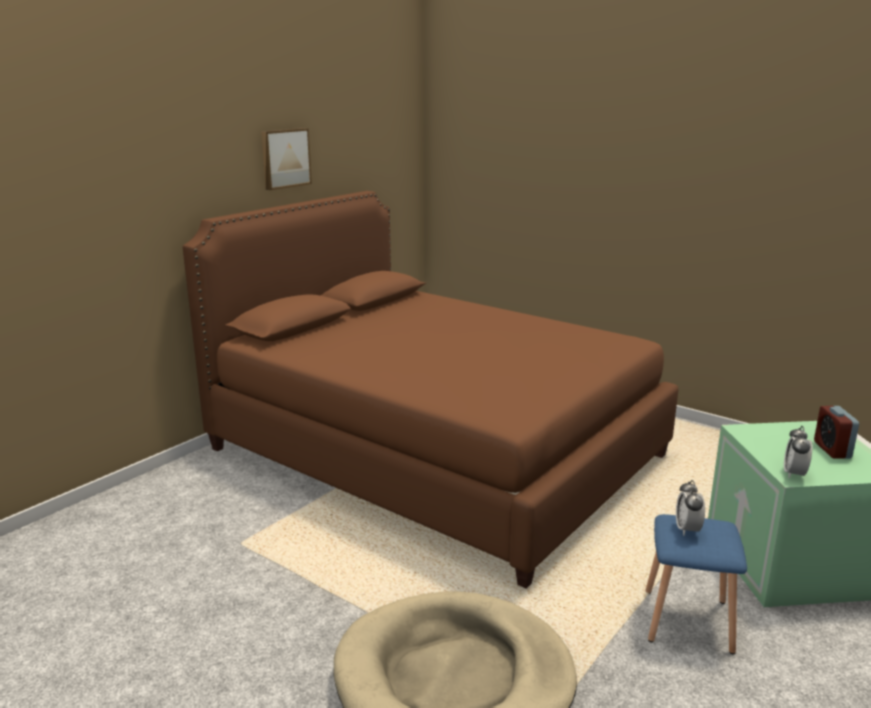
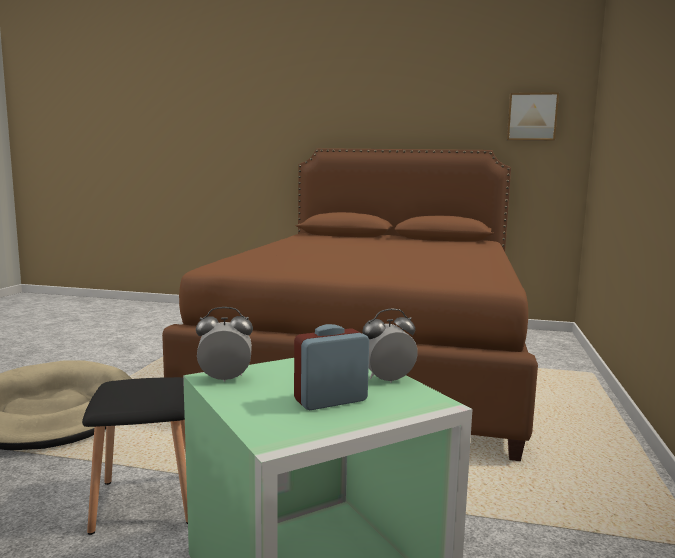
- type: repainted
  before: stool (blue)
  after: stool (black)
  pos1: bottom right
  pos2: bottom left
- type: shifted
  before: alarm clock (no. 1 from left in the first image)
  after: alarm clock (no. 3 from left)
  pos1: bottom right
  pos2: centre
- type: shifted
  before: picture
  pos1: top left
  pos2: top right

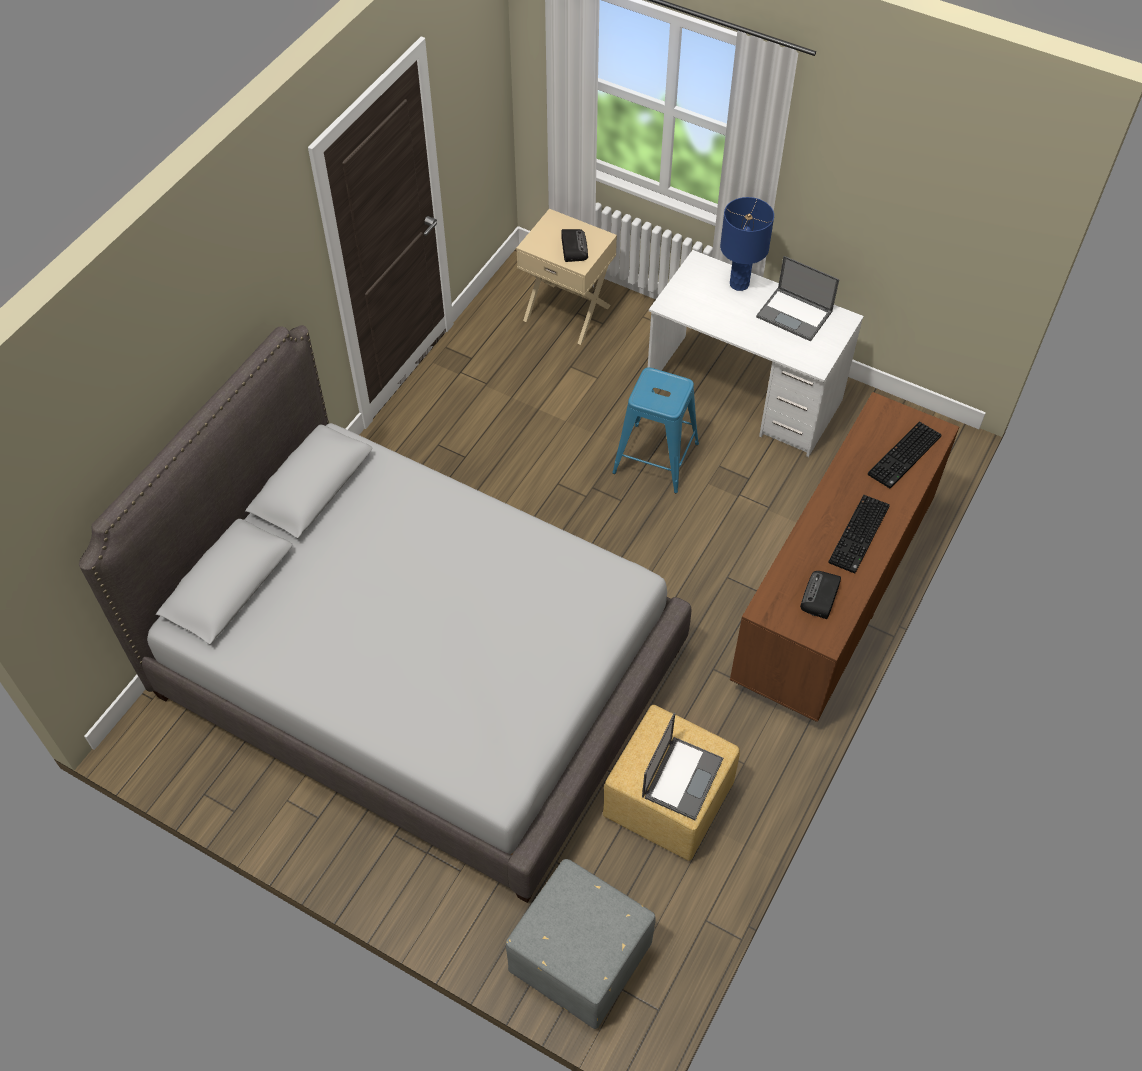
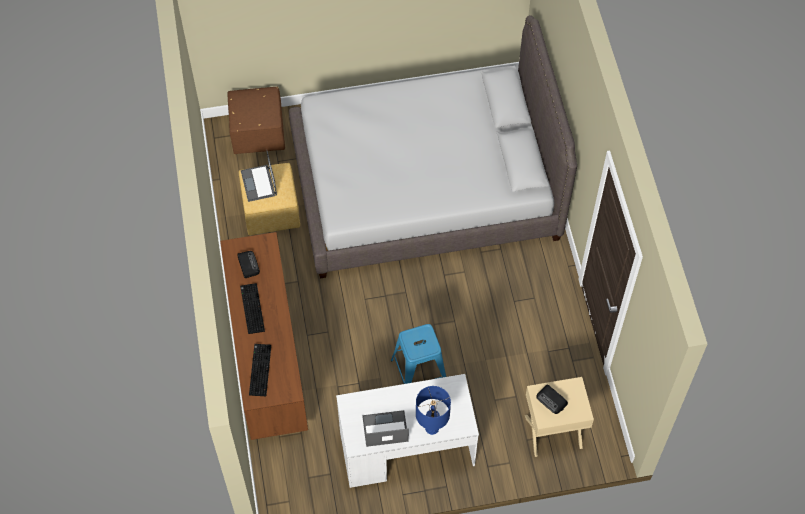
- type: repainted
  before: ottoman (grey)
  after: ottoman (brown)
  pos1: bottom centre
  pos2: top left

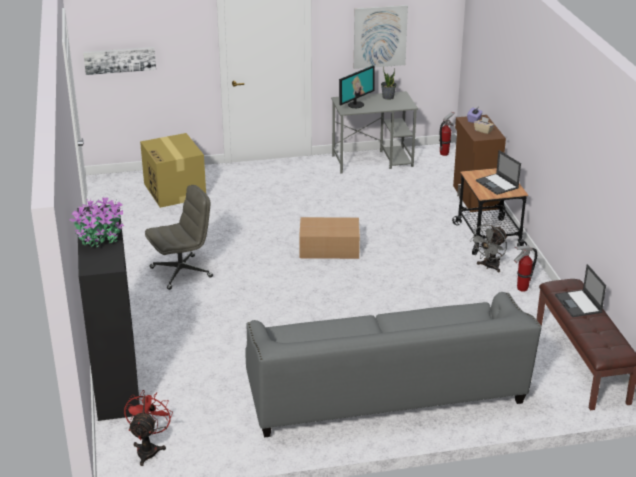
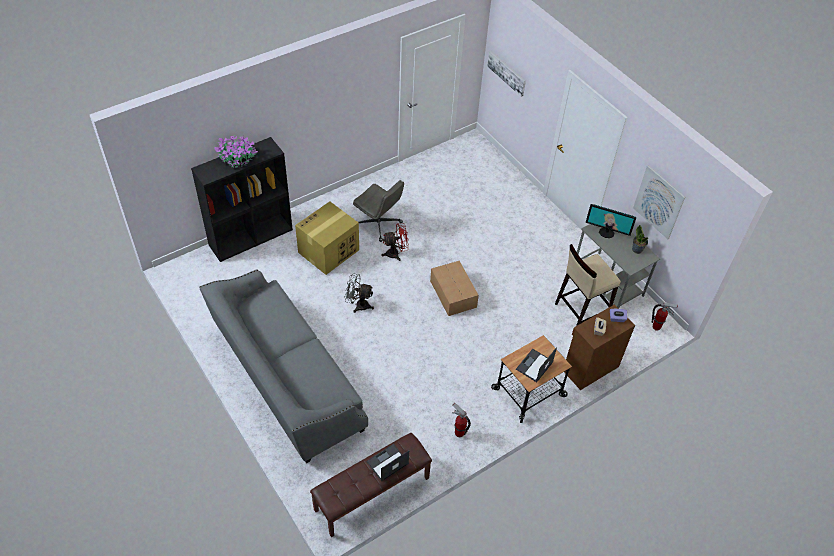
- type: shifted
  before: cardboard box (no. 1 from left)
  pos1: middle left
  pos2: centre
- type: shifted
  before: fan (grey)
  pos1: middle right
  pos2: centre
- type: shifted
  before: fan (red)
  pos1: bottom left
  pos2: centre
- type: new
  after: stool (beige)
  pos2: middle right

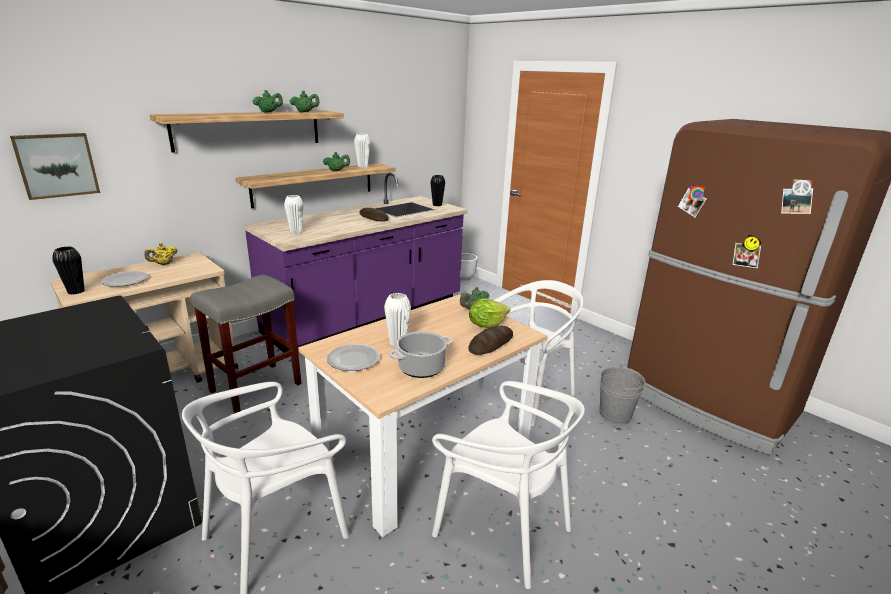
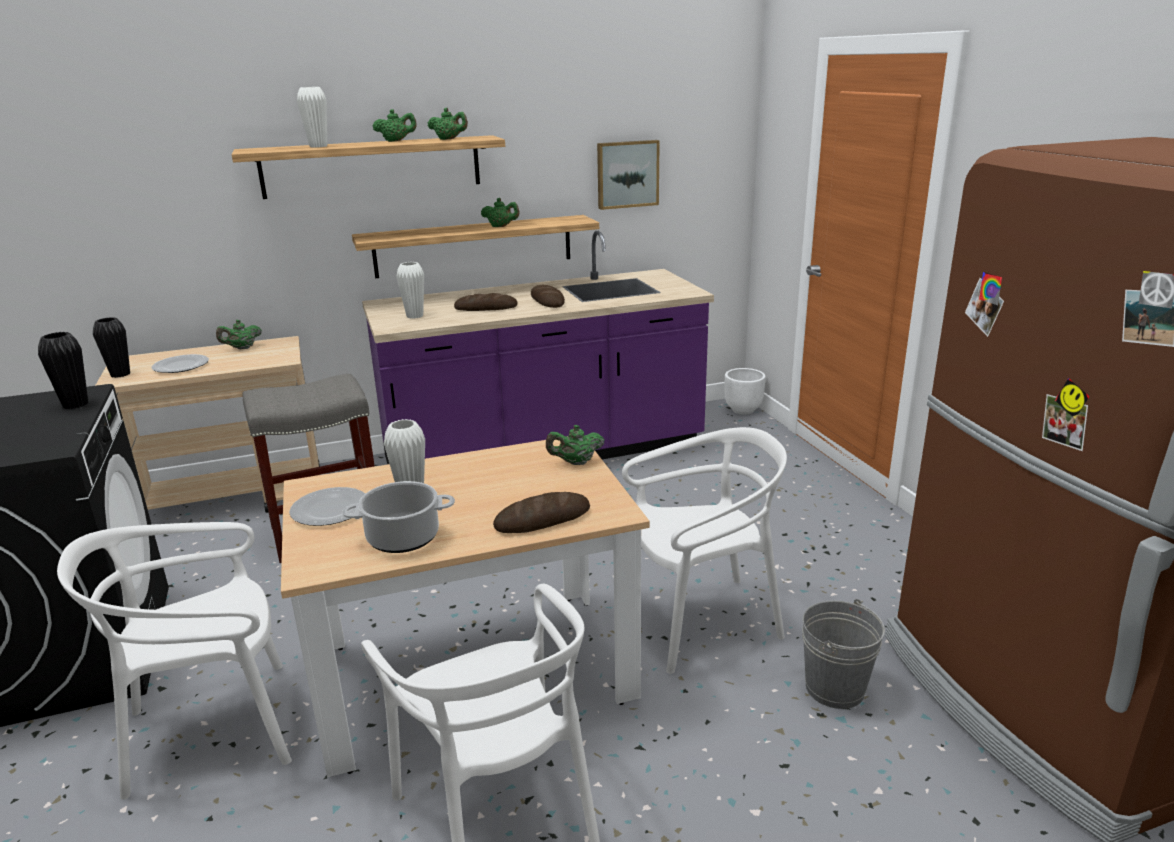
- type: shifted
  before: vase (black) (no. 2 from left in the first image)
  after: vase (black) (no. 1 from left)
  pos1: top centre
  pos2: middle left
- type: repainted
  before: teapot (yellow)
  after: teapot (green) (no. 1 from left)
  pos1: middle left
  pos2: middle left
- type: shifted
  before: vase (white) (no. 2 from left in the first image)
  after: vase (white) (no. 1 from left)
  pos1: top centre
  pos2: top left
- type: new
  after: bread (no. 1 from left)
  pos2: centre
- type: shifted
  before: picture
  pos1: top left
  pos2: top centre
- type: gone
  before: lettuce
  pos1: centre

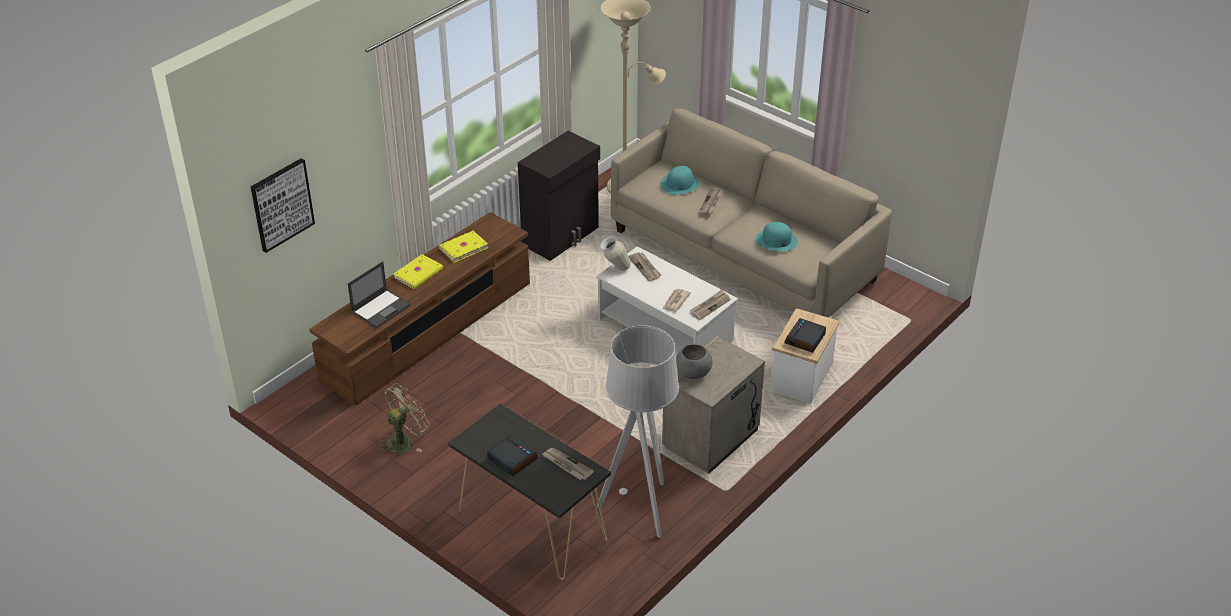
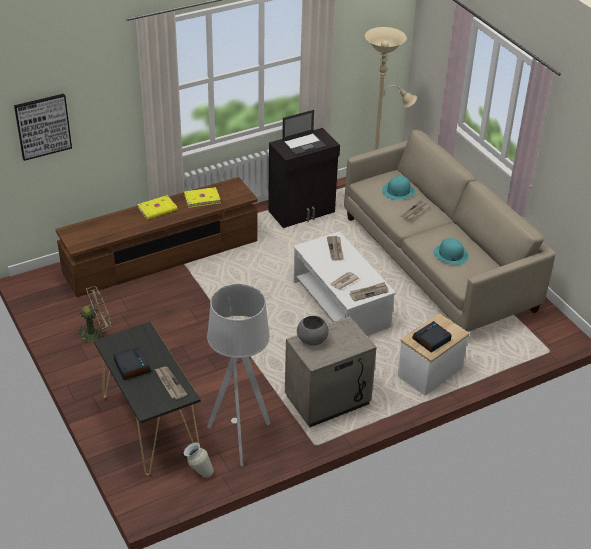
- type: shifted
  before: vase
  pos1: centre
  pos2: bottom centre
- type: shifted
  before: laptop
  pos1: middle left
  pos2: top centre

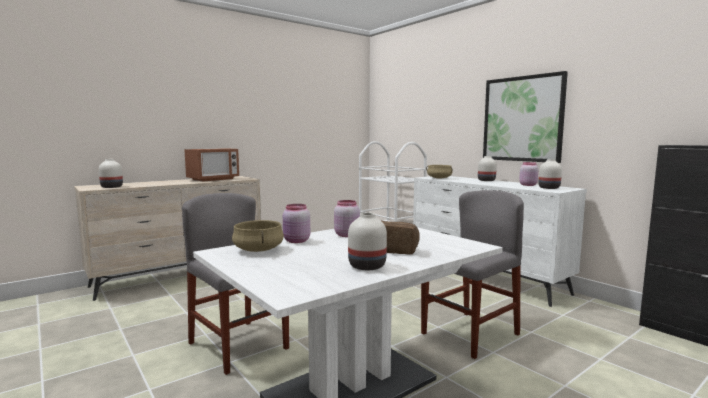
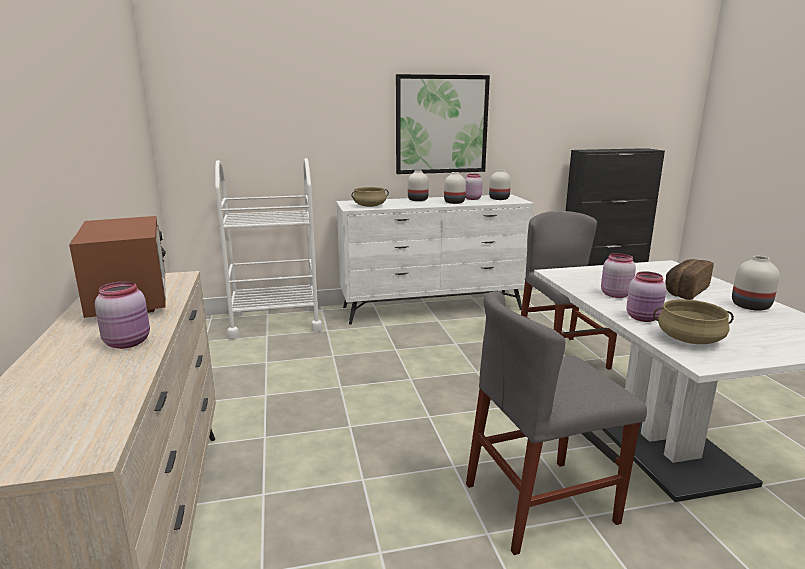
- type: new
  after: jar (pink) (no. 1 from left)
  pos2: middle left
- type: shifted
  before: vase (white) (no. 1 from left in the first image)
  after: vase (white) (no. 2 from left)
  pos1: middle left
  pos2: top centre

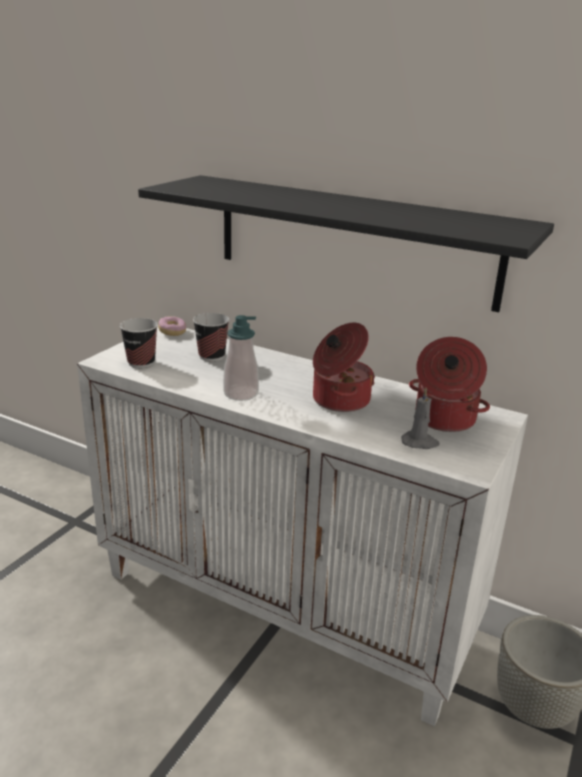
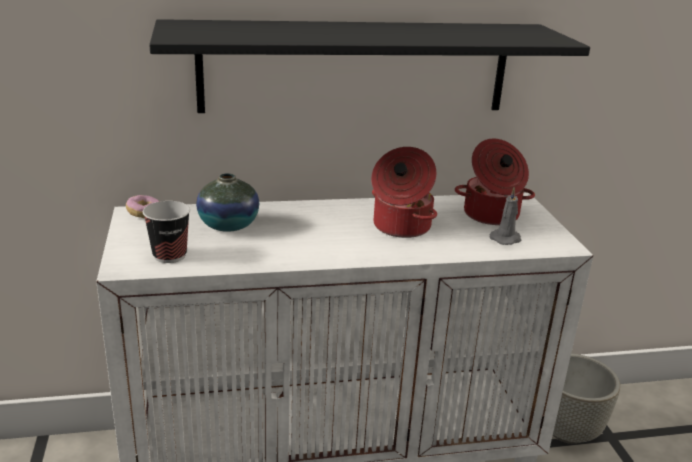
- type: swapped
  before: cup (no. 2 from left)
  after: vase
  pos1: centre
  pos2: middle left
- type: gone
  before: soap dispenser
  pos1: centre

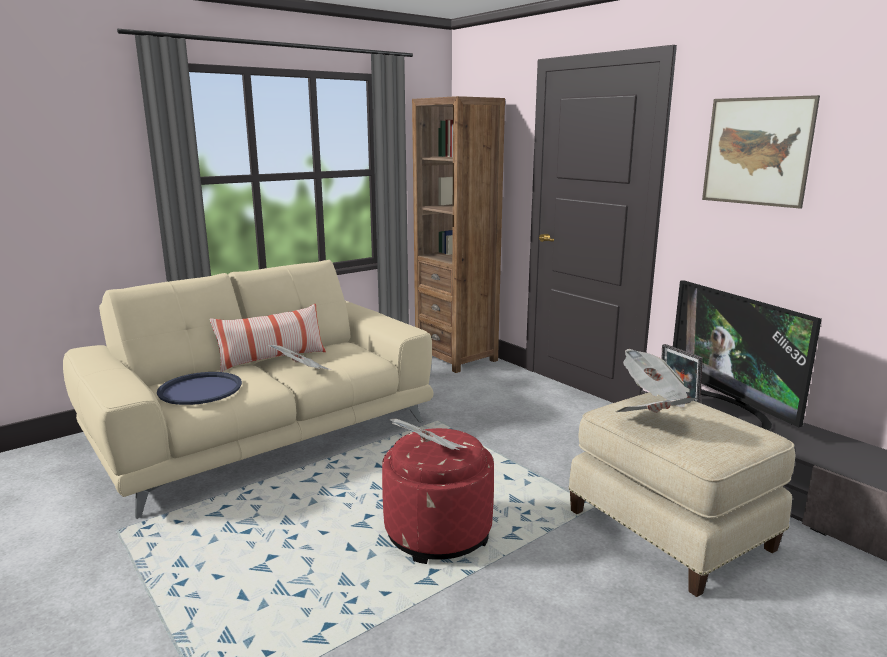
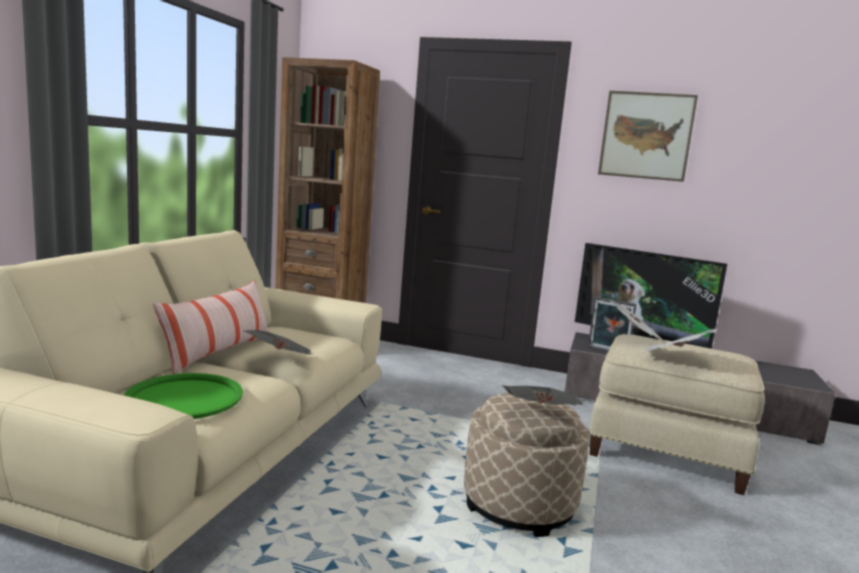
- type: repainted
  before: tray (blue)
  after: tray (green)
  pos1: middle left
  pos2: bottom left
- type: repainted
  before: ottoman (red)
  after: ottoman (beige) (no. 1 from left)
  pos1: bottom centre
  pos2: bottom centre

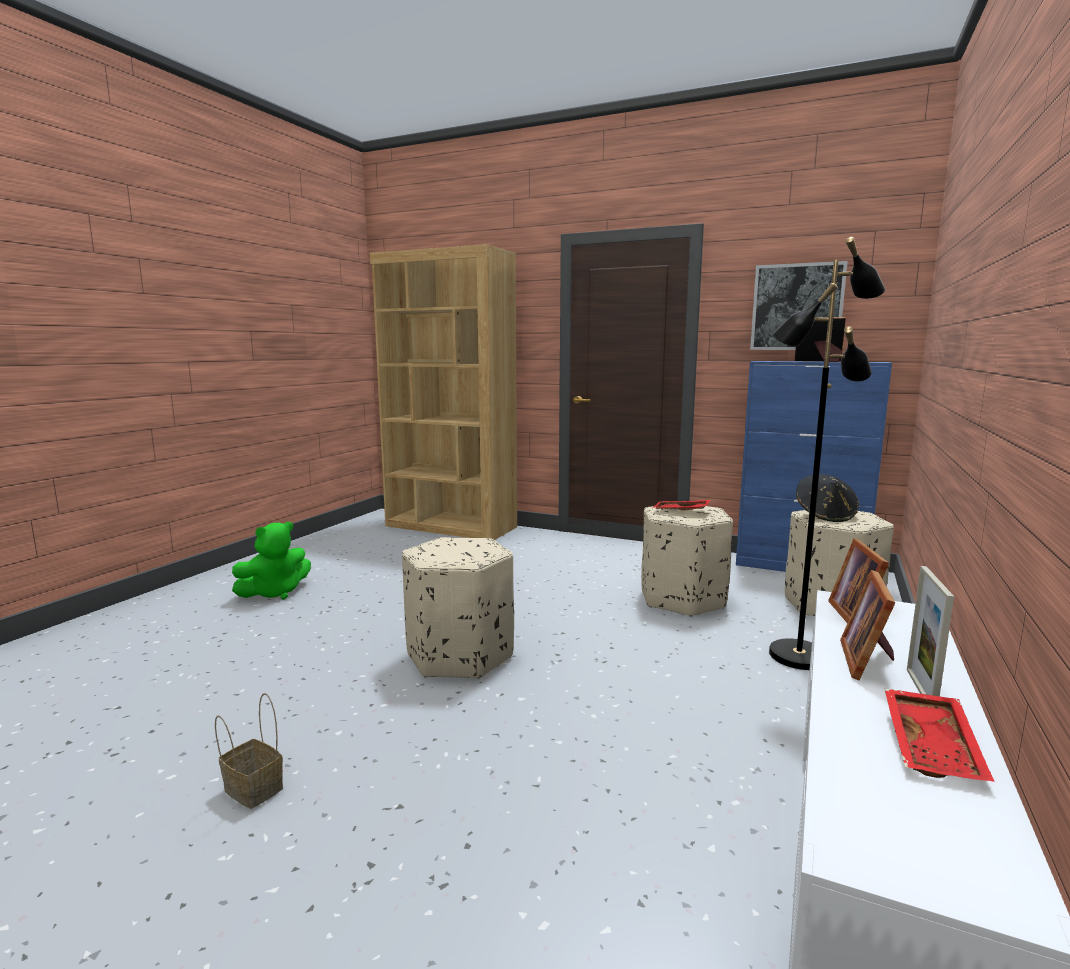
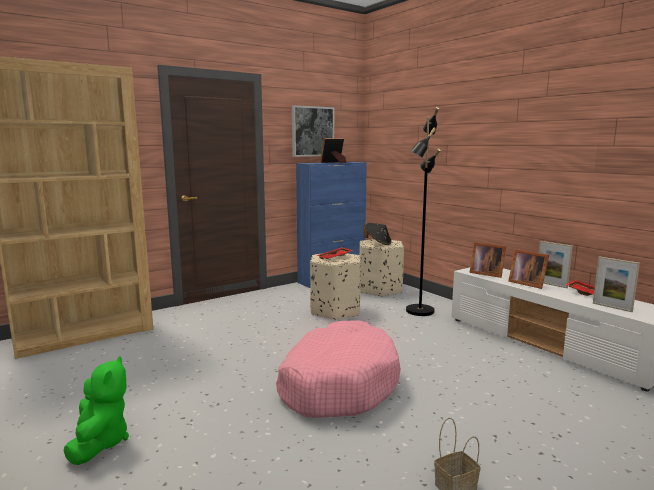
- type: swapped
  before: ottoman (beige) (no. 1 from left)
  after: dog bed (pink)
  pos1: centre
  pos2: bottom centre
- type: new
  after: picture frame (no. 5 from left)
  pos2: middle right

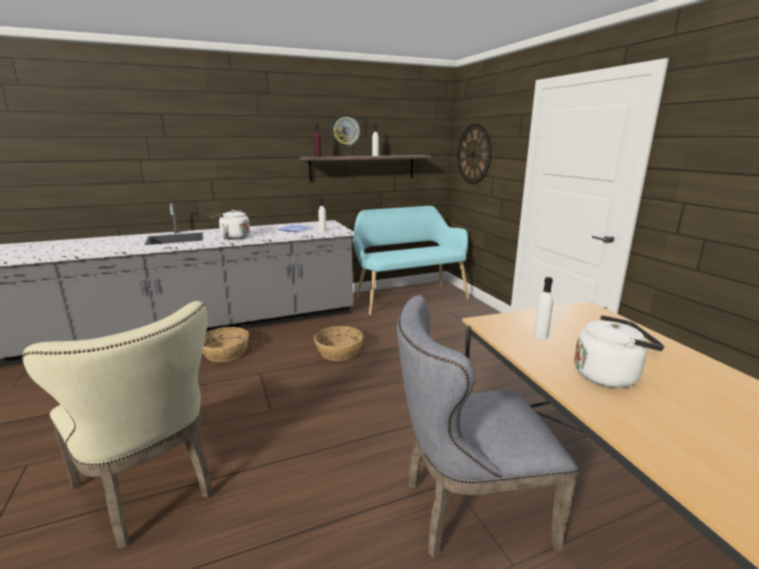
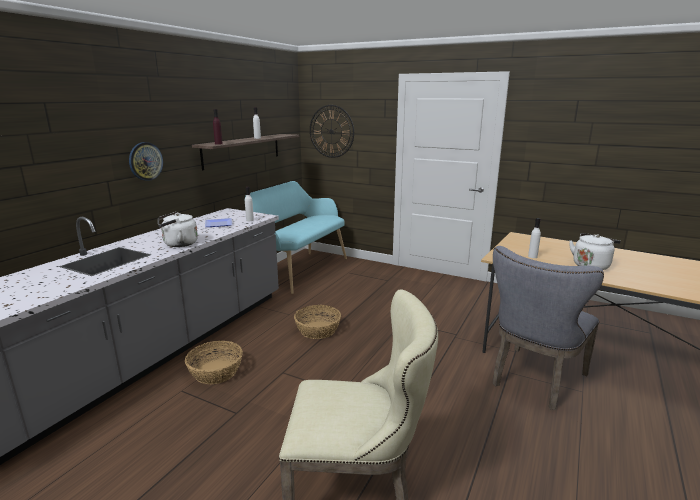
- type: shifted
  before: wall clock (no. 1 from left)
  pos1: top centre
  pos2: top left

